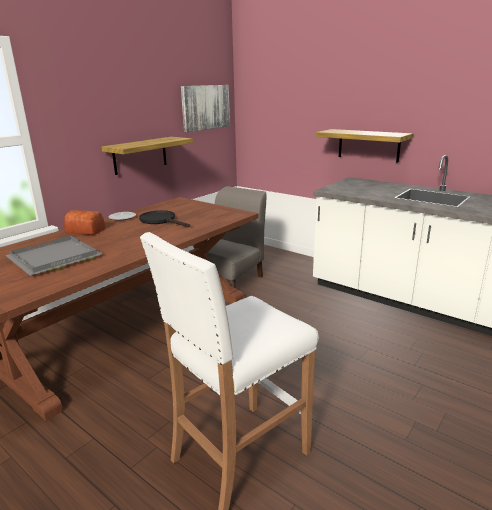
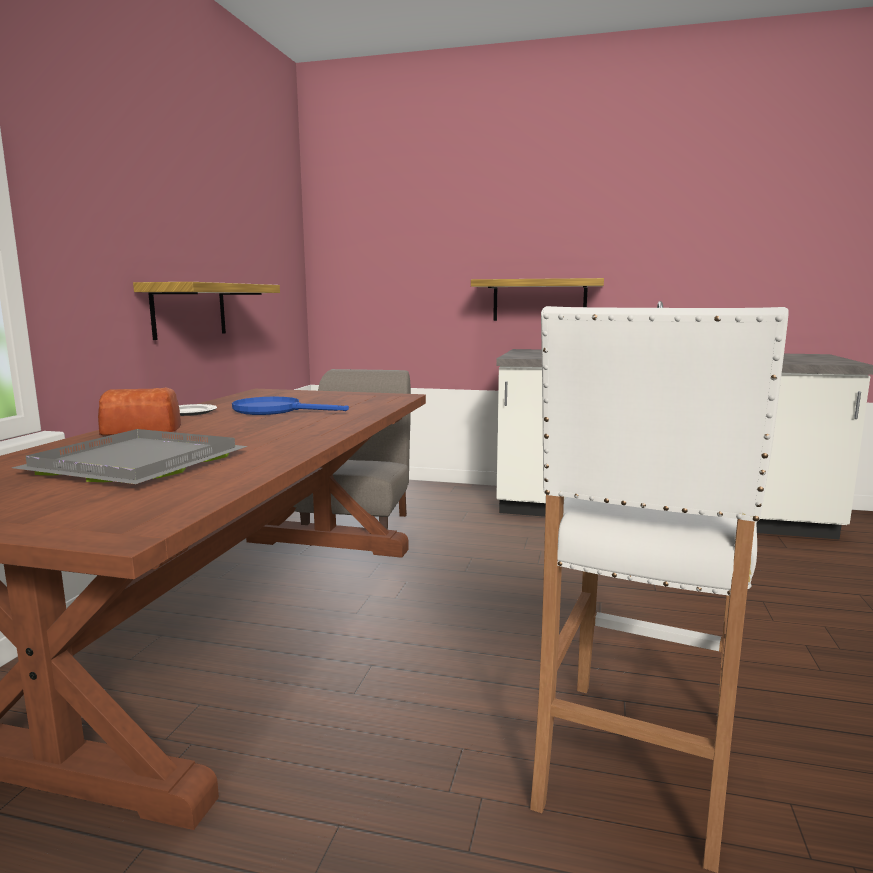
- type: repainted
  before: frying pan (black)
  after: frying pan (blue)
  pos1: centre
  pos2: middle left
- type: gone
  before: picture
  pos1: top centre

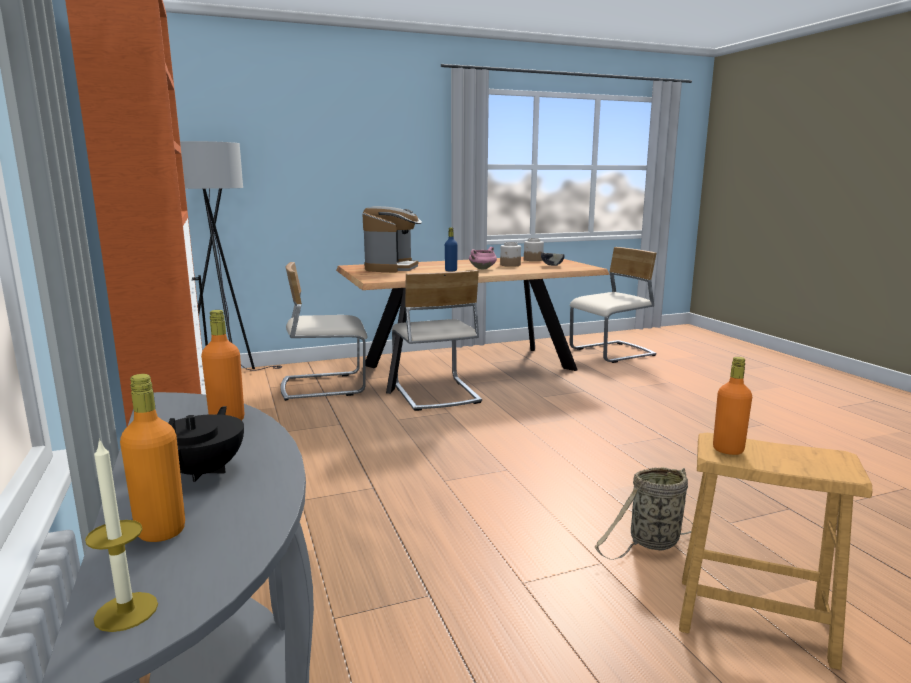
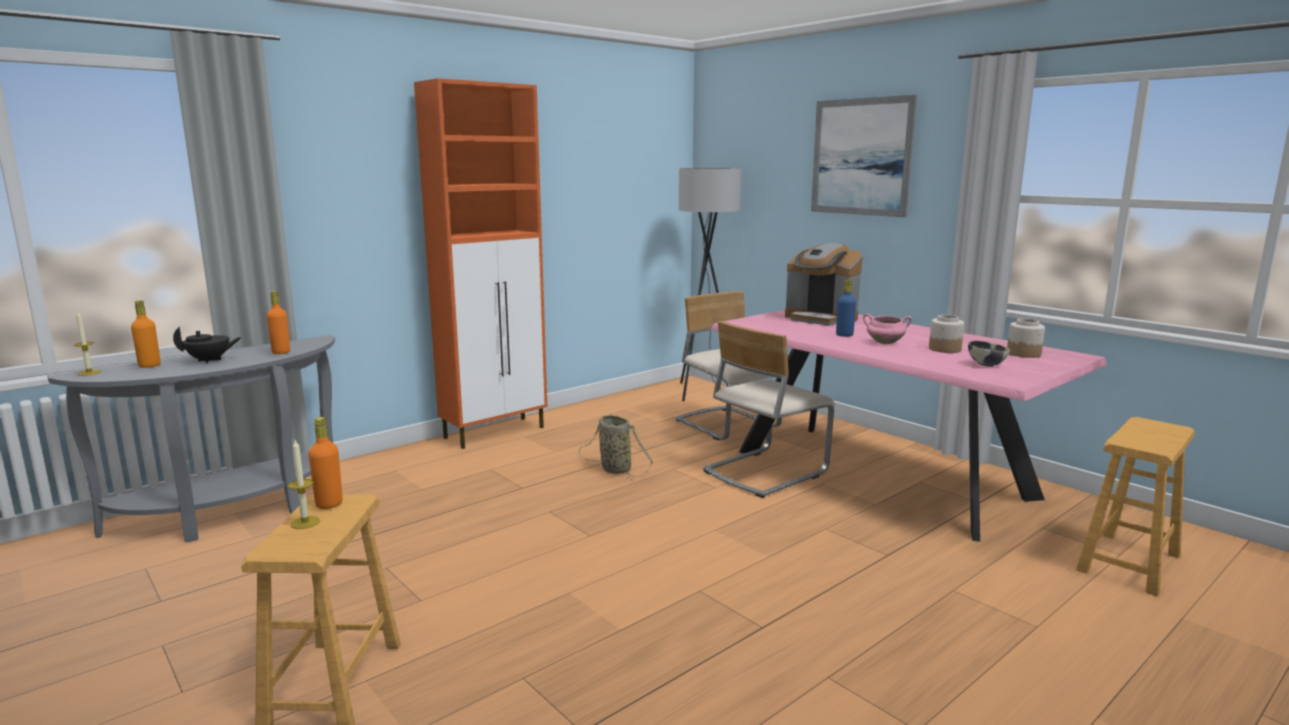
- type: new
  after: candle (no. 2 from left)
  pos2: bottom left
- type: shifted
  before: basket
  pos1: bottom right
  pos2: centre
- type: repainted
  before: dining table (brown)
  after: dining table (pink)
  pos1: centre
  pos2: middle right
- type: rotated
  before: coffee machine
  pos1: centre
  pos2: centre
  turn: 45
- type: new
  after: picture
  pos2: top right
- type: swapped
  before: chair (beige) (no. 3 from left)
  after: stool (brown) (no. 2 from left)
  pos1: middle right
  pos2: bottom right

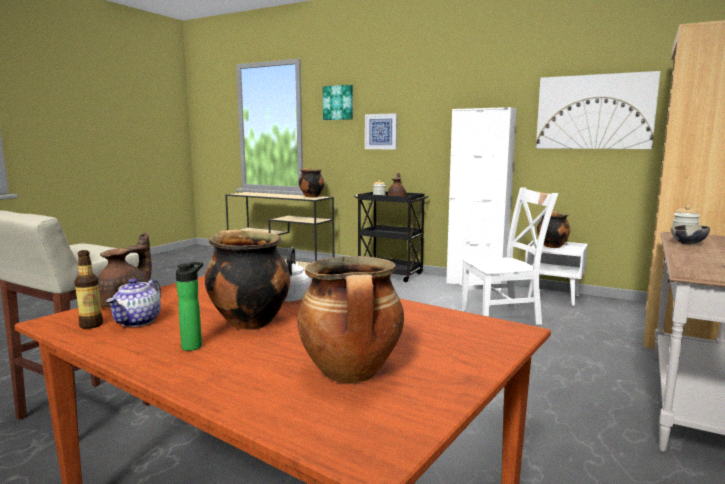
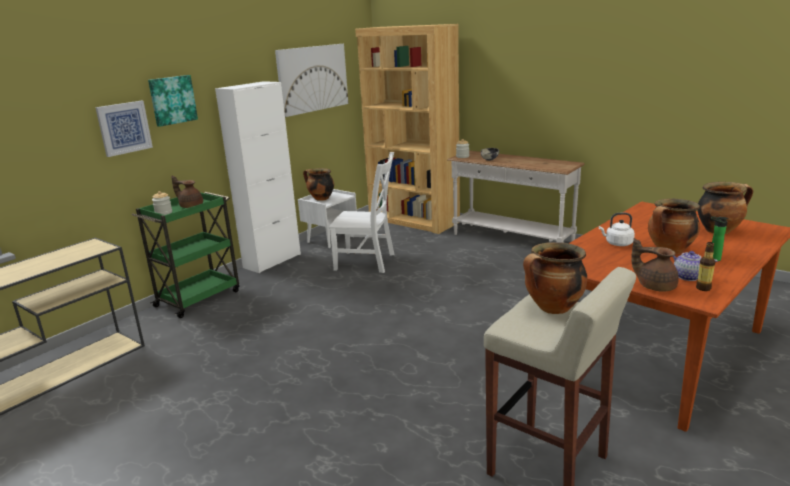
- type: repainted
  before: cart (black)
  after: cart (green)
  pos1: centre
  pos2: middle left
- type: shifted
  before: picture (no. 1 from left in the first image)
  after: picture (no. 2 from left)
  pos1: top centre
  pos2: top left
- type: rotated
  before: chair (white)
  pos1: middle right
  pos2: centre
  turn: 105
- type: shifted
  before: cooking pot (no. 2 from left)
  pos1: centre
  pos2: middle right

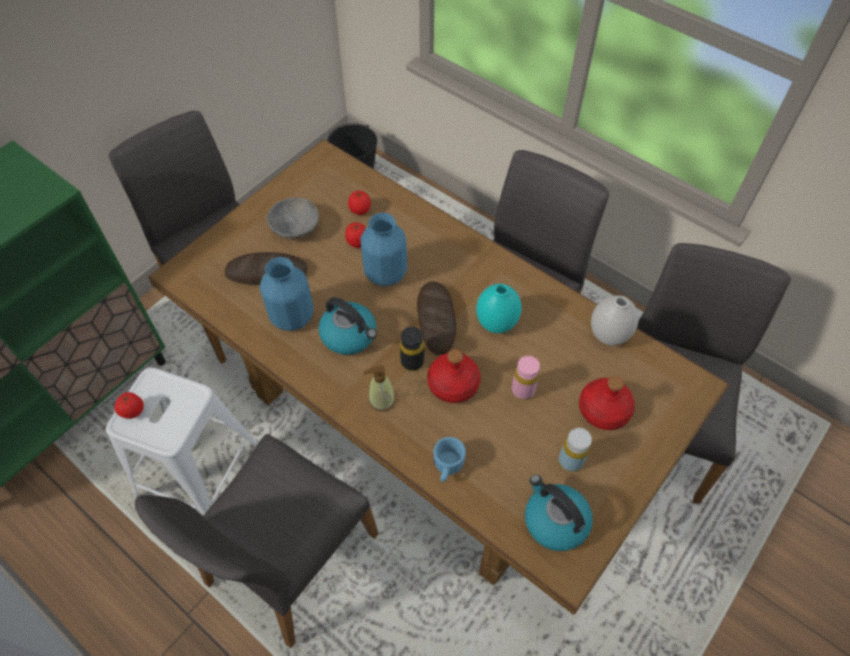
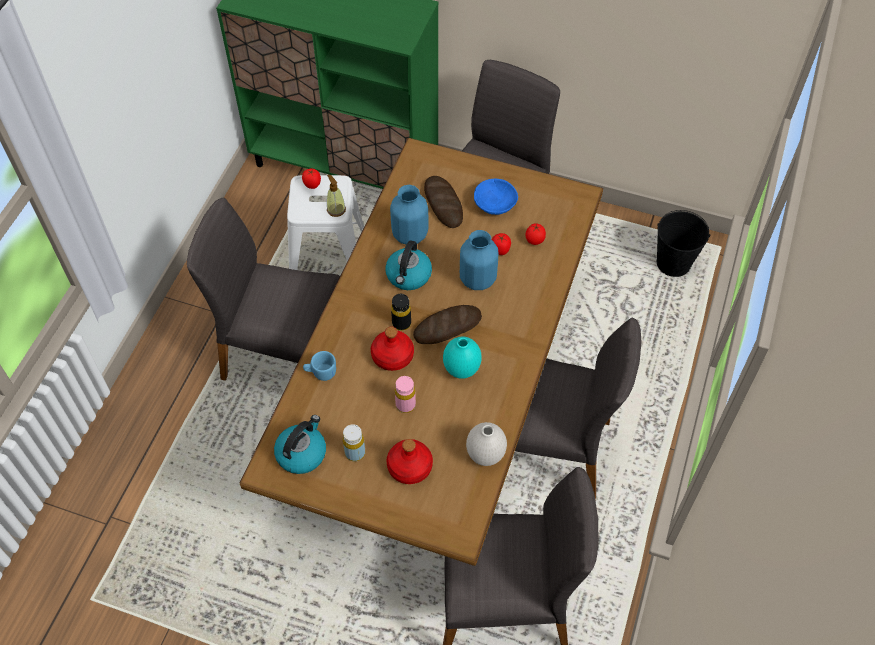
- type: shifted
  before: soap dispenser
  pos1: centre
  pos2: top centre
- type: repainted
  before: bowl (grey)
  after: bowl (blue)
  pos1: top centre
  pos2: top centre

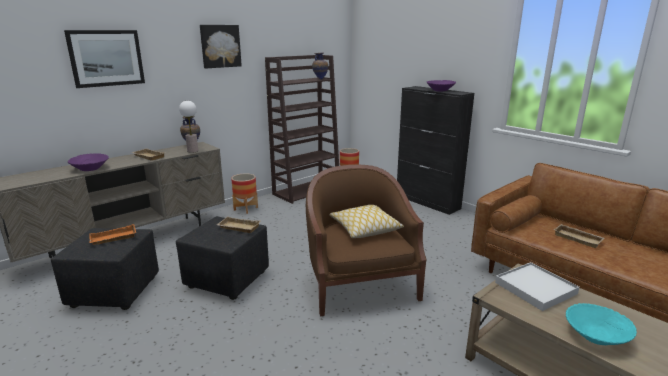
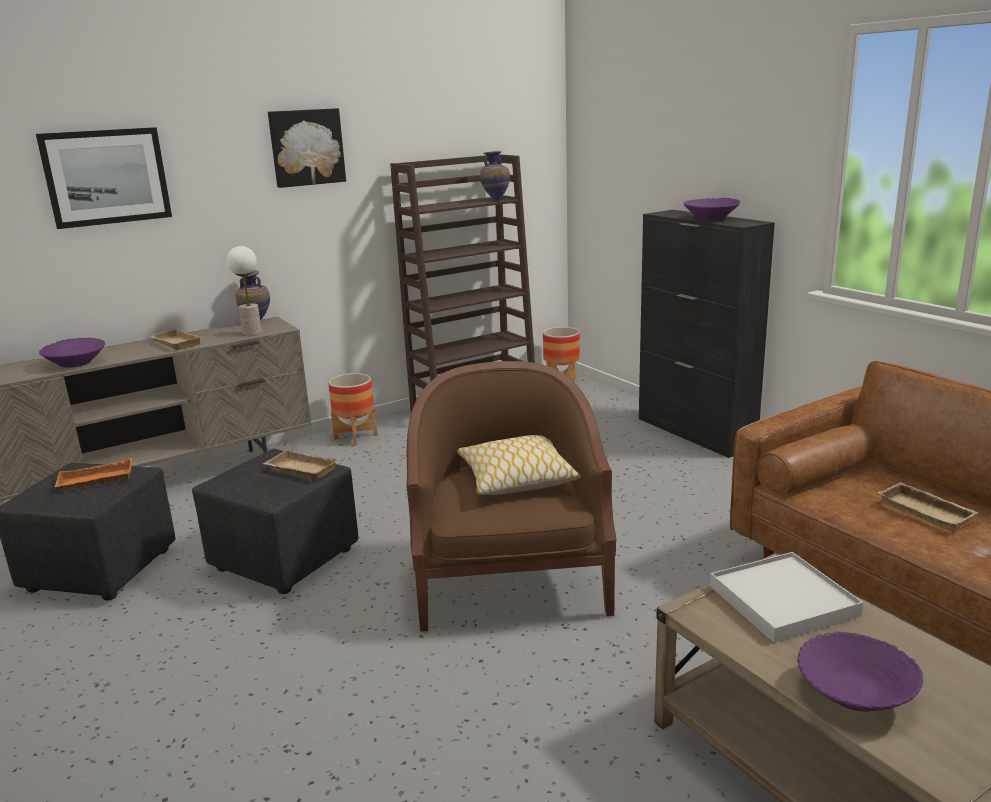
- type: repainted
  before: bowl (turquoise)
  after: bowl (purple) (no. 3 from left)
  pos1: bottom right
  pos2: bottom right

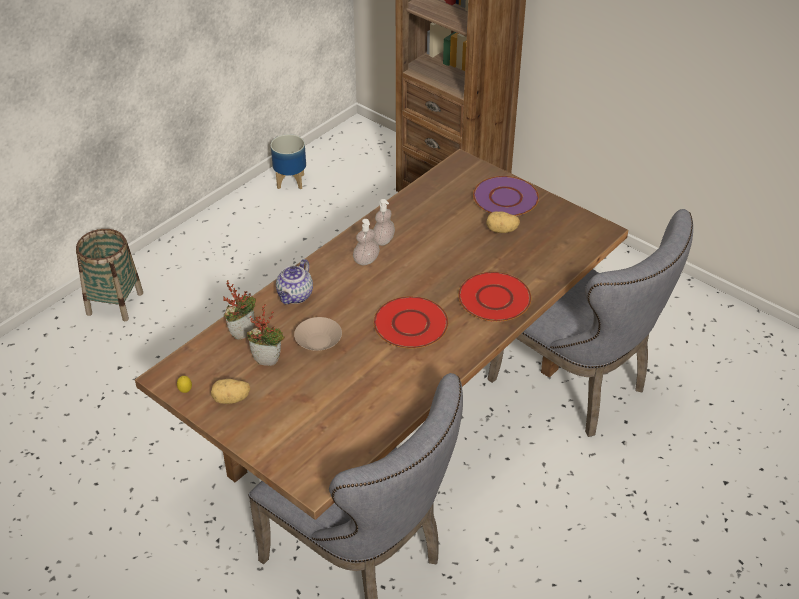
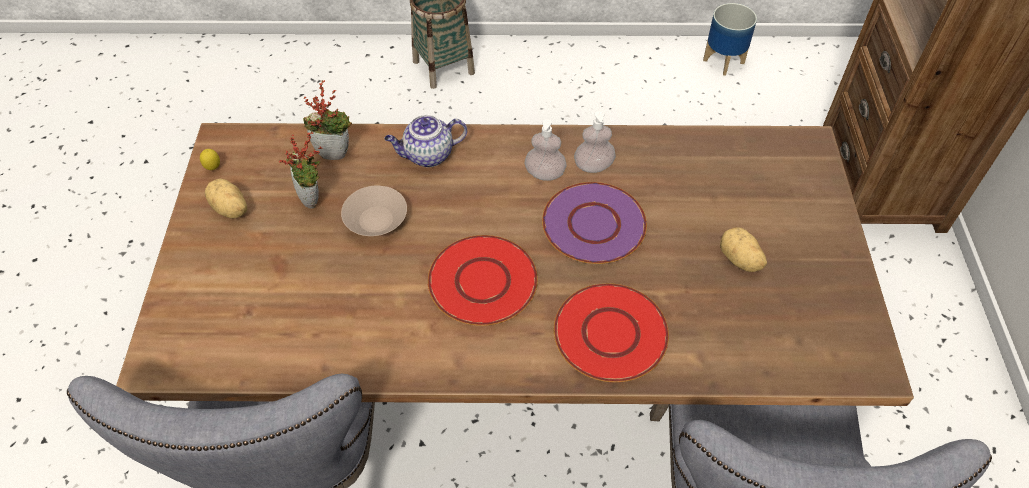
- type: shifted
  before: plate (purple)
  pos1: top centre
  pos2: centre

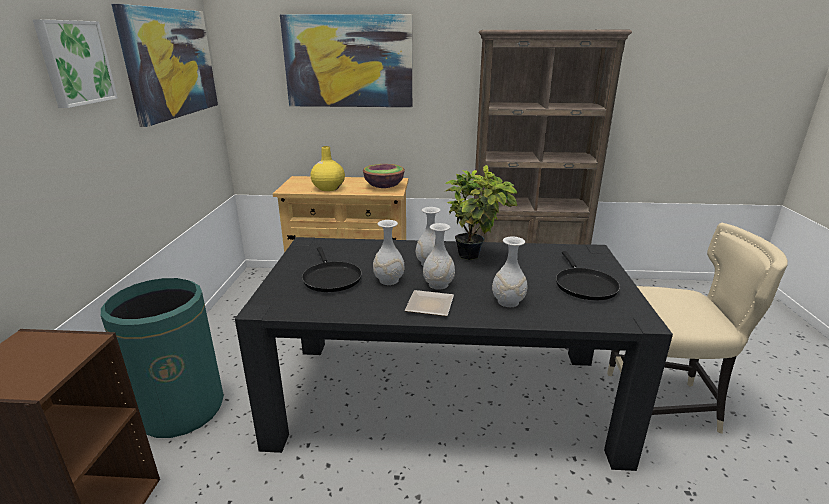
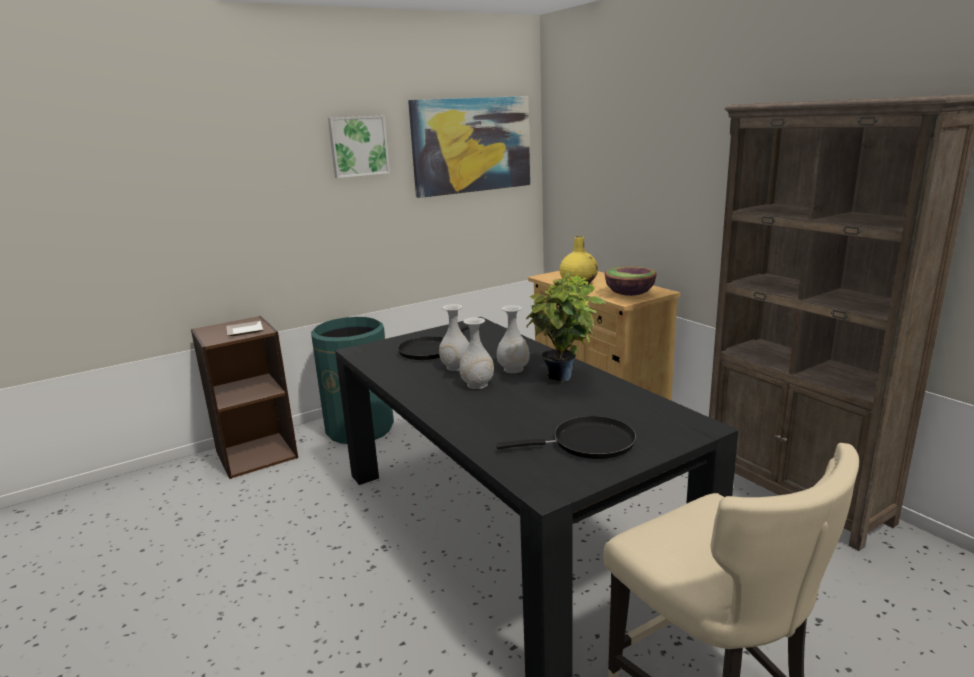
- type: shifted
  before: plate
  pos1: centre
  pos2: middle left
- type: rotated
  before: frying pan (black) (no. 2 from left)
  pos1: middle right
  pos2: centre
  turn: -150
- type: gone
  before: picture (no. 3 from left)
  pos1: top centre
- type: gone
  before: vase (white) (no. 4 from left)
  pos1: centre

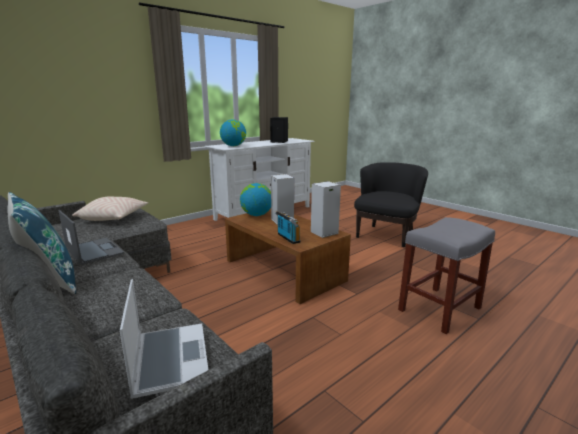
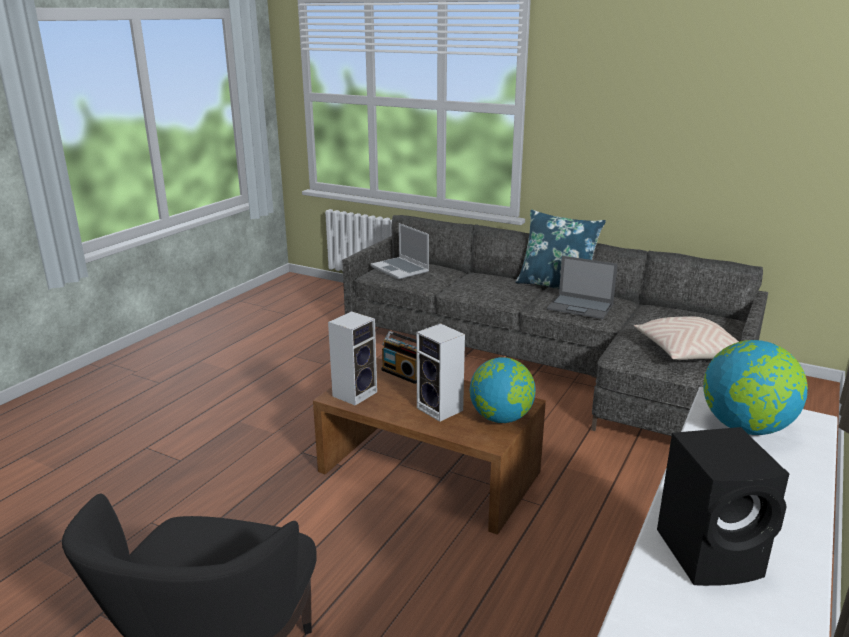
- type: gone
  before: stool (grey)
  pos1: middle right

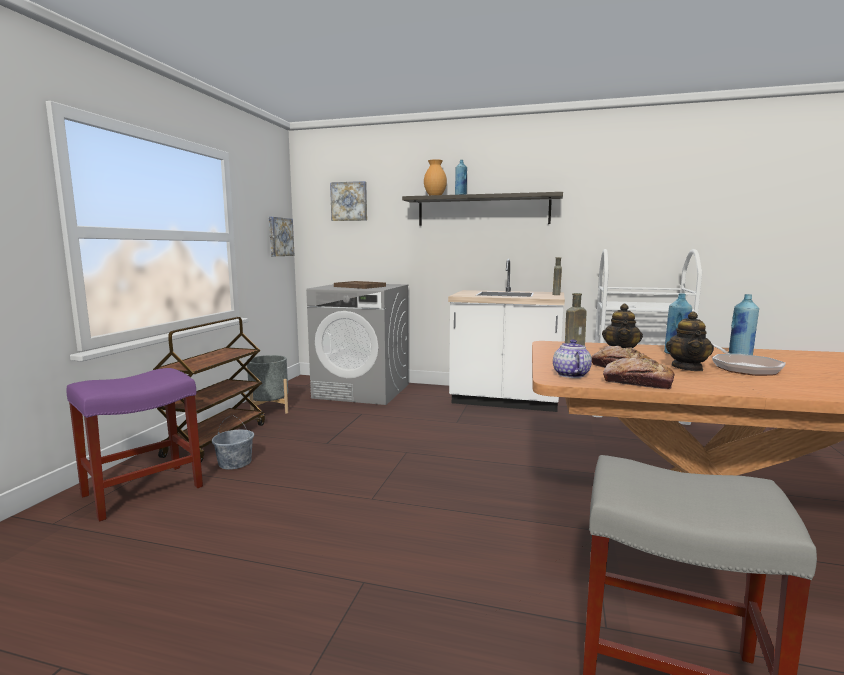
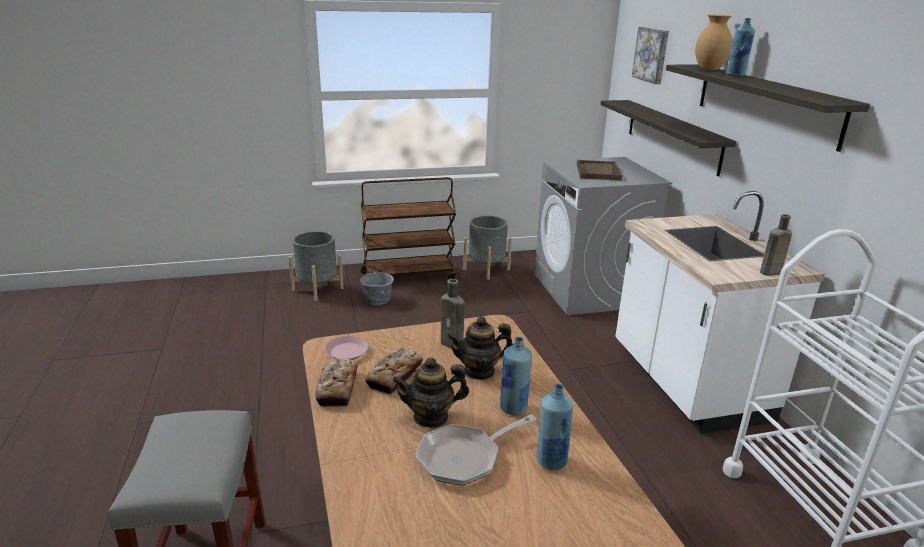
- type: swapped
  before: stool (purple)
  after: planter (grey) (no. 1 from left)
  pos1: middle left
  pos2: centre
- type: swapped
  before: teapot (no. 1 from left)
  after: plate (pink)
  pos1: middle right
  pos2: centre
- type: new
  after: shelf (no. 1 from left)
  pos2: top right
- type: gone
  before: picture (no. 1 from left)
  pos1: centre

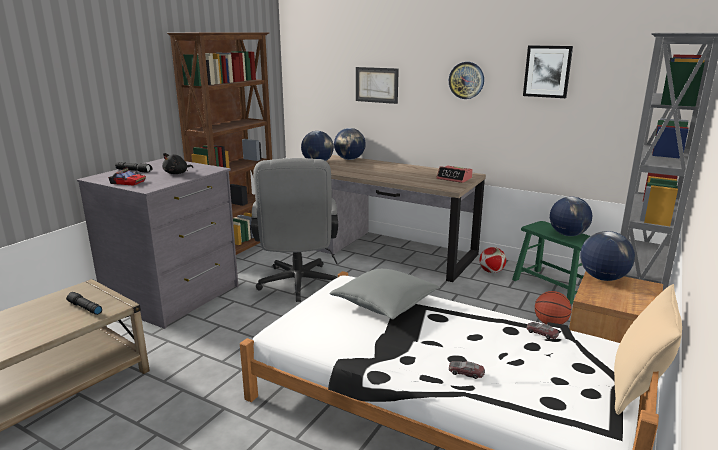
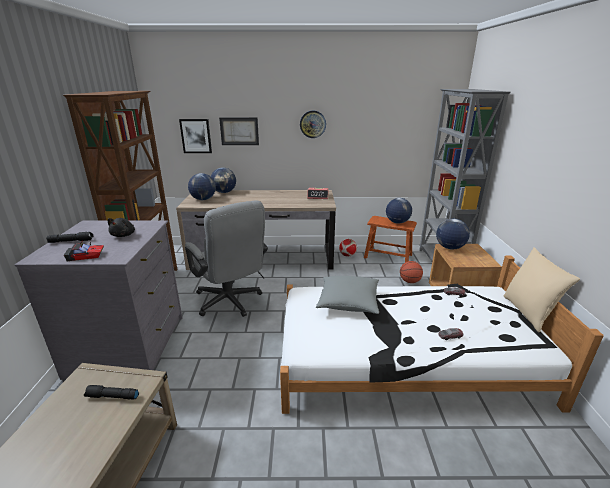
- type: shifted
  before: picture (no. 2 from left in the first image)
  after: picture (no. 1 from left)
  pos1: top right
  pos2: top left
- type: repainted
  before: stool (green)
  after: stool (brown)
  pos1: middle right
  pos2: centre

